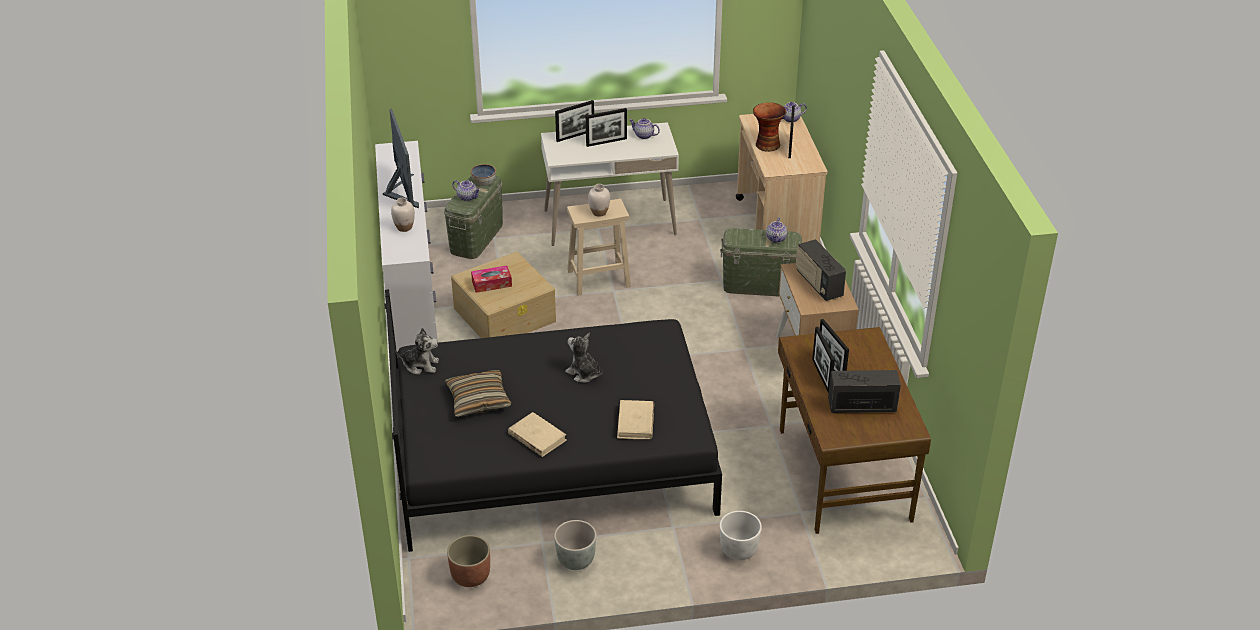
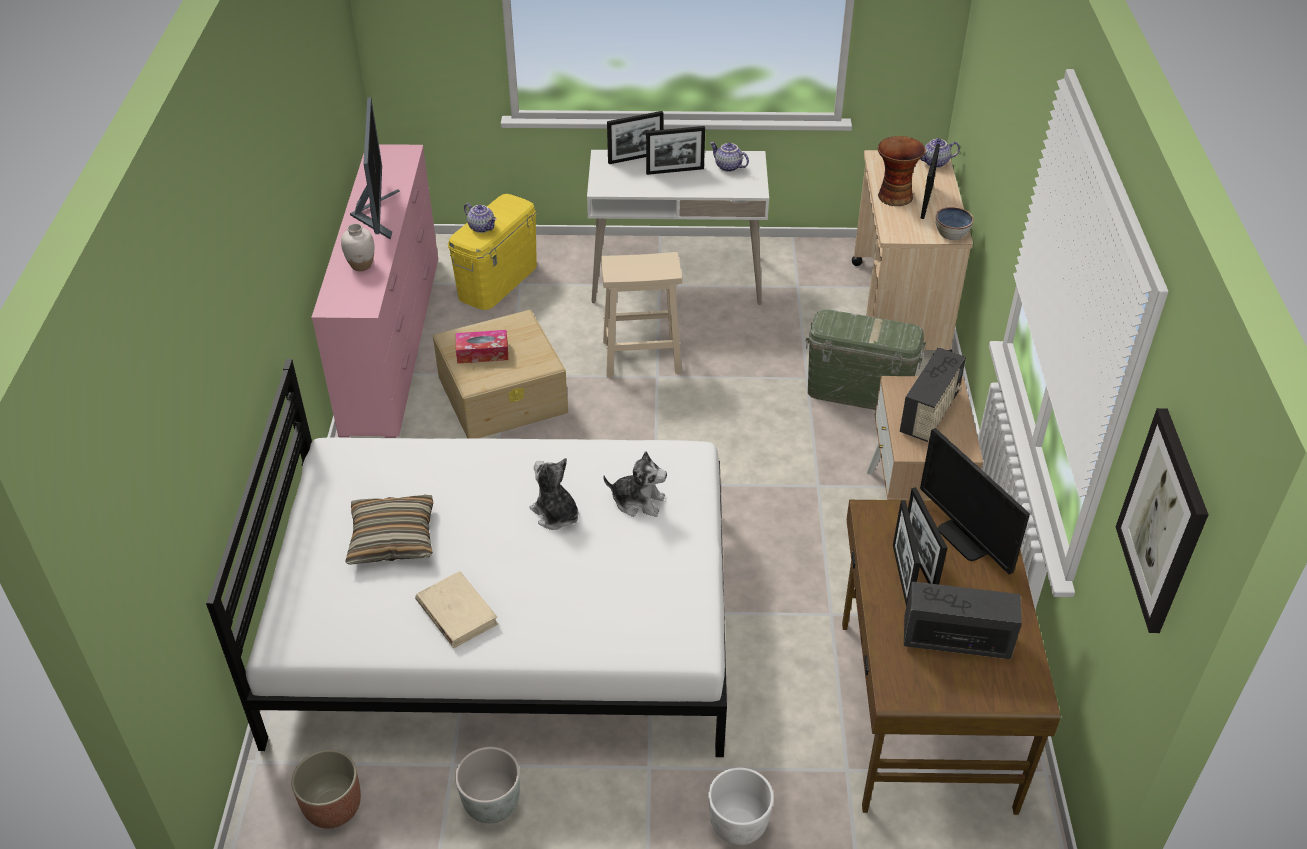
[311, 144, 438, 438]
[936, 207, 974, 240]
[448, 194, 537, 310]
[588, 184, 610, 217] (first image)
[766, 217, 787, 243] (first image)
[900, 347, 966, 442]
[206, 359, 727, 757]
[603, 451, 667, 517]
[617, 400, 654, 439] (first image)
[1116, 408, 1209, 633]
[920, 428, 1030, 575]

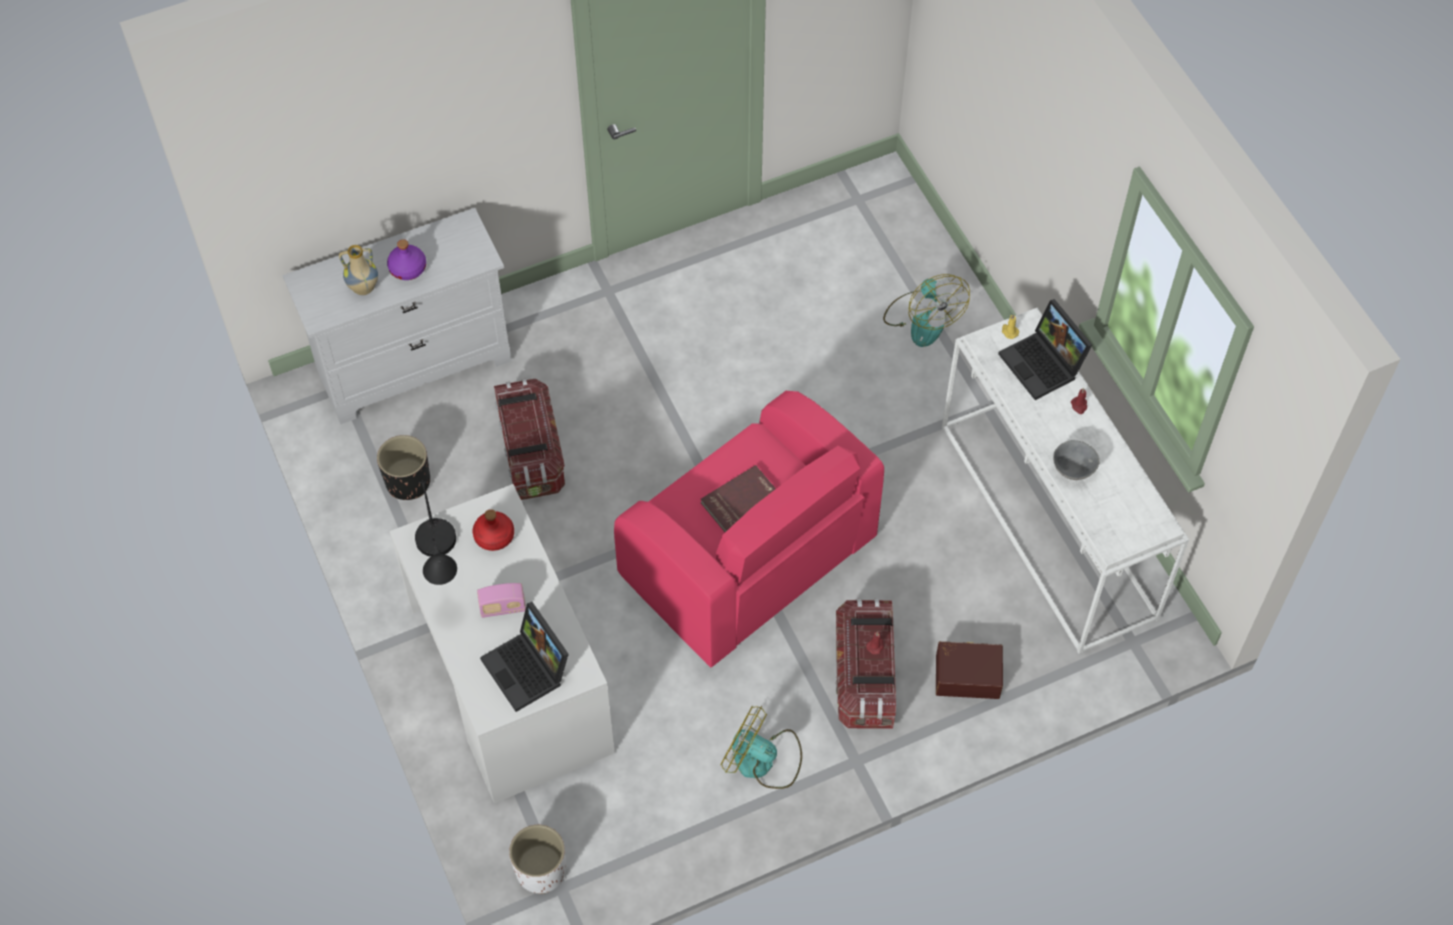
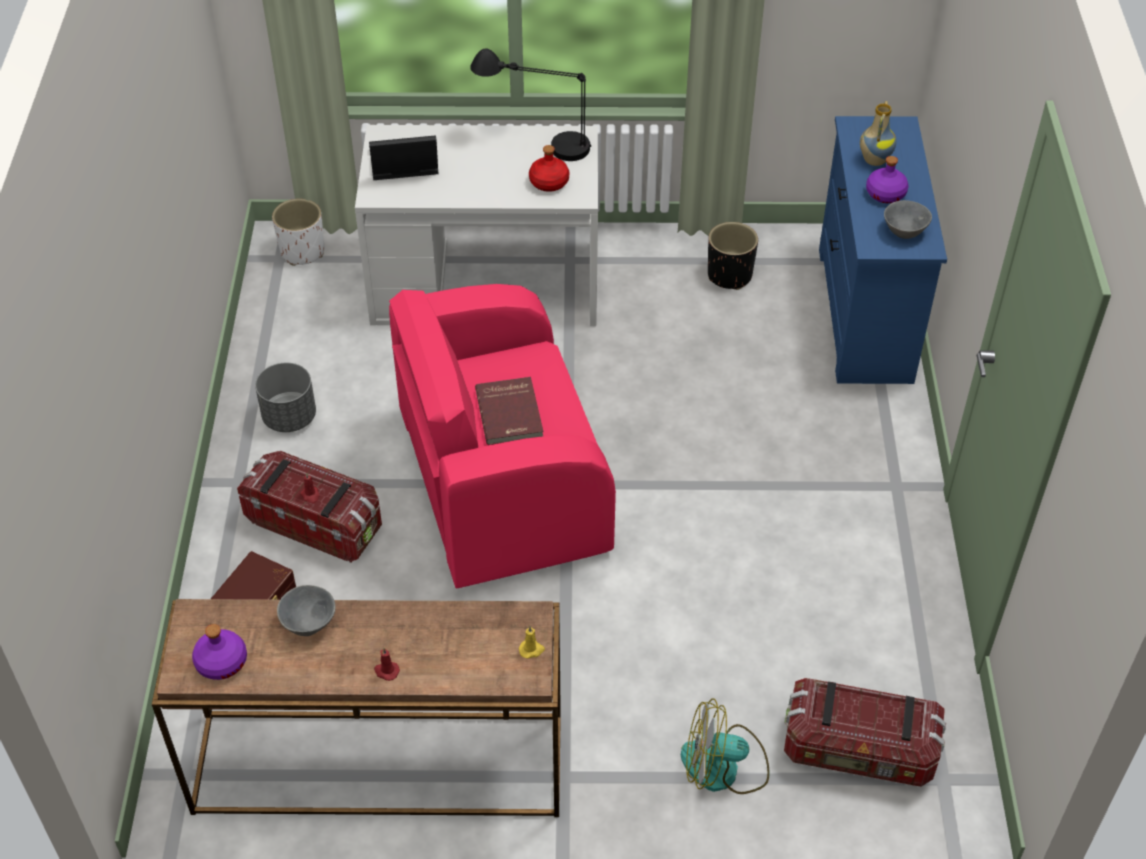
[819, 116, 947, 384]
[998, 299, 1092, 400] (first image)
[152, 599, 561, 817]
[784, 678, 946, 787]
[477, 583, 526, 618] (first image)
[255, 363, 316, 432]
[884, 200, 932, 239]
[192, 624, 247, 680]

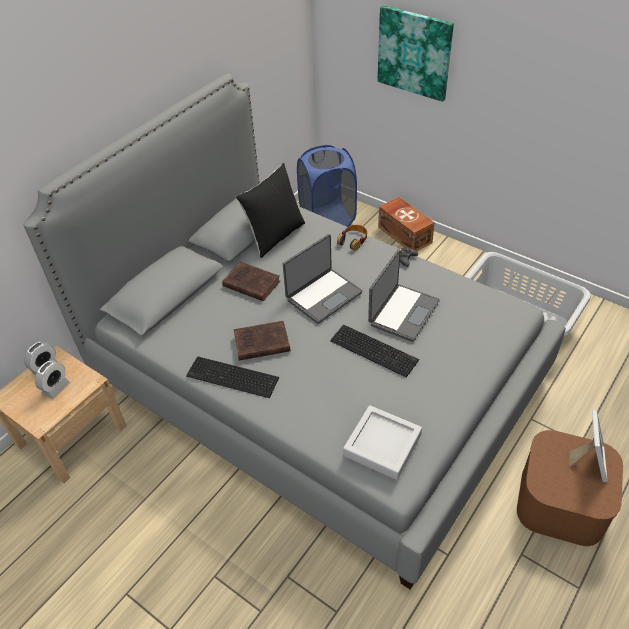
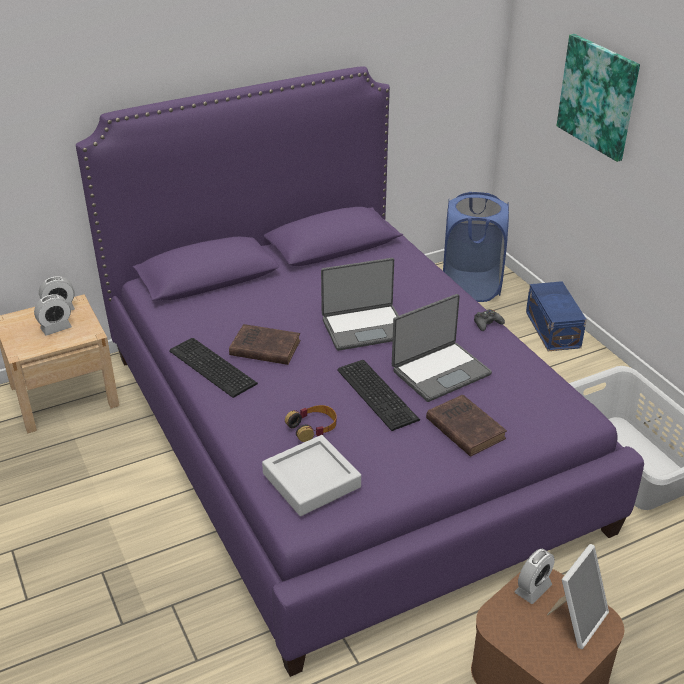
[76, 66, 644, 677]
[236, 163, 305, 258] (first image)
[526, 281, 587, 351]
[285, 405, 337, 442]
[426, 395, 507, 457]
[514, 549, 555, 604]

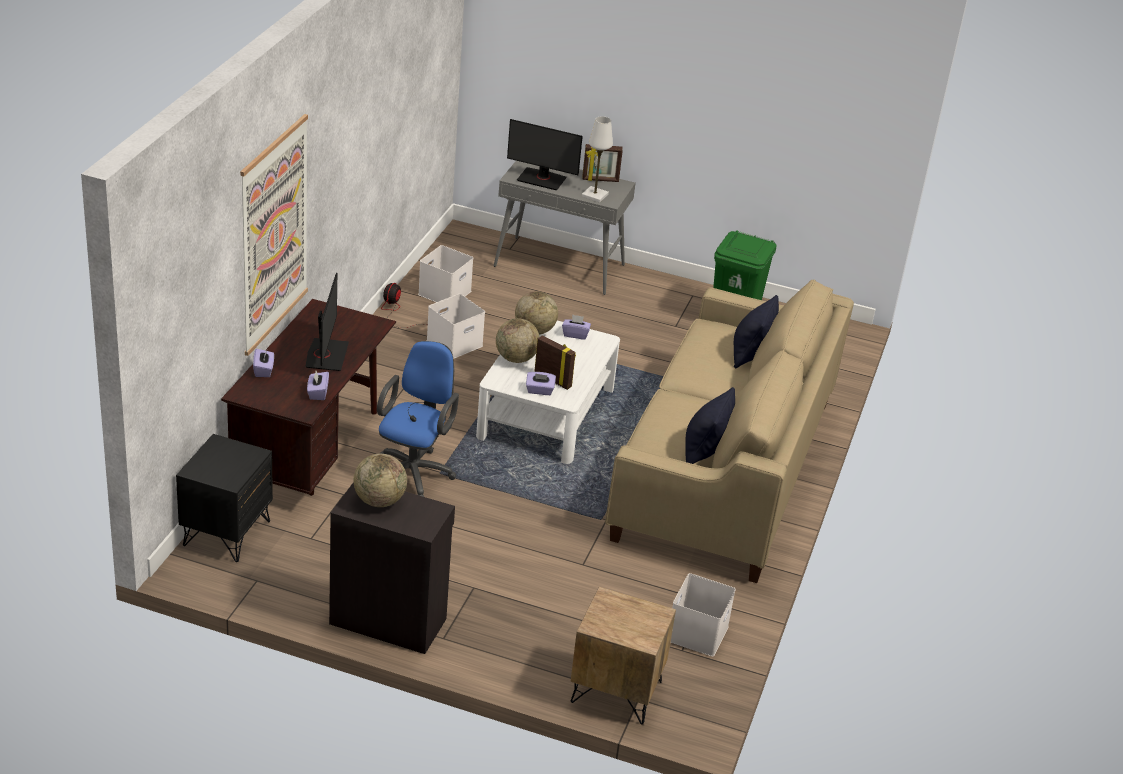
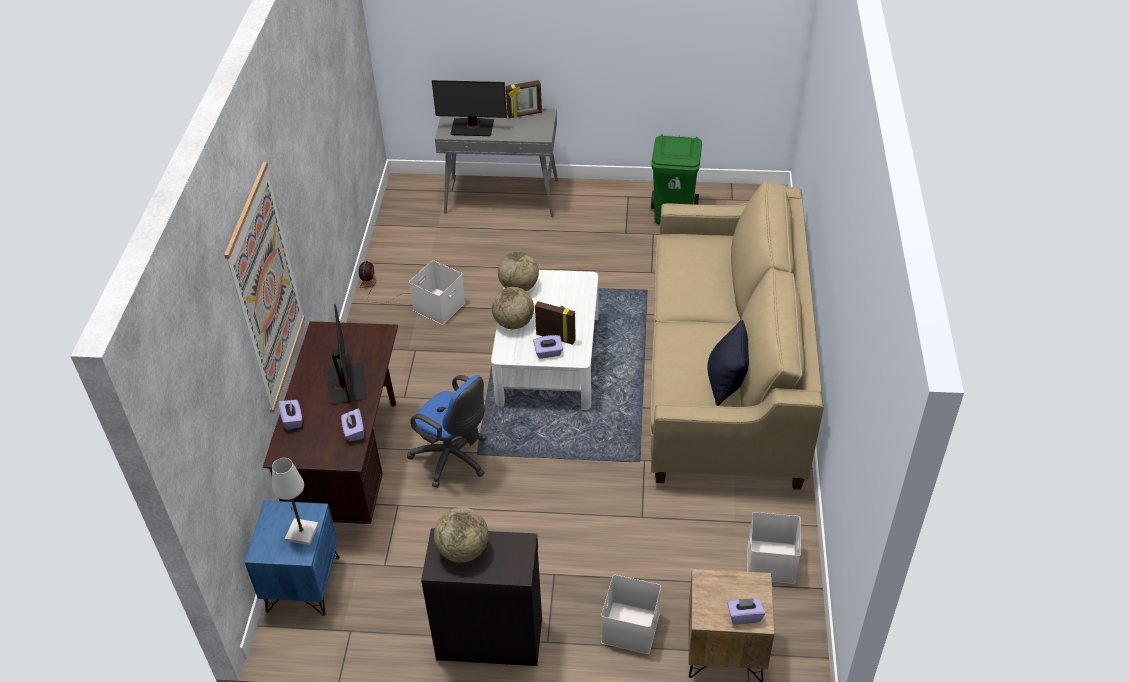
[272, 458, 319, 545]
[601, 575, 661, 654]
[734, 295, 779, 369] (first image)
[727, 598, 765, 625]
[407, 375, 486, 488]
[245, 501, 339, 616]

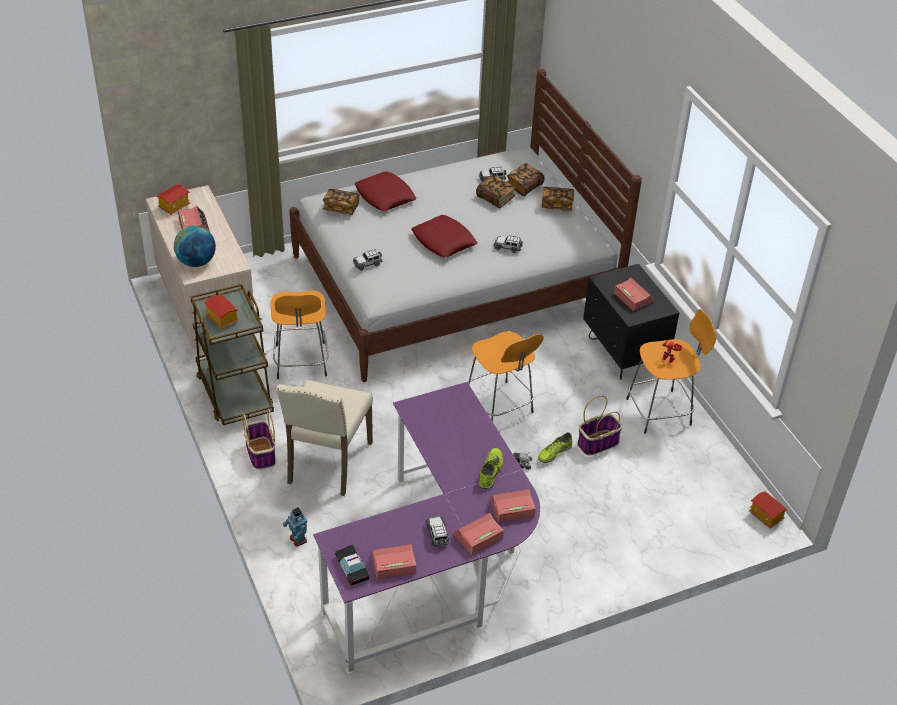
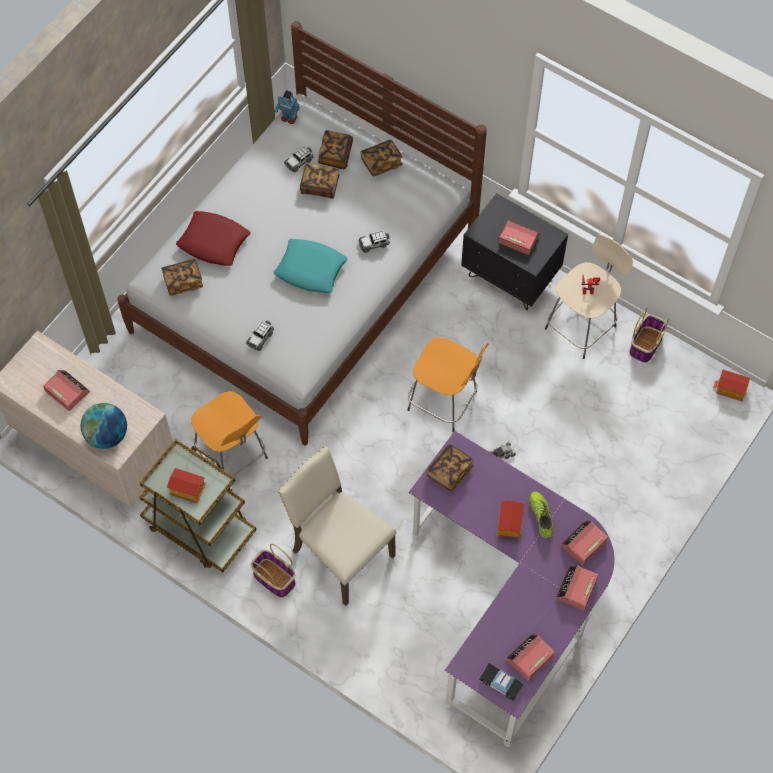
[496, 501, 524, 539]
[273, 239, 348, 293]
[545, 234, 633, 359]
[278, 446, 397, 606]
[629, 307, 669, 363]
[538, 432, 572, 463] (first image)
[275, 90, 299, 124]
[426, 516, 449, 547] (first image)
[426, 444, 474, 491]

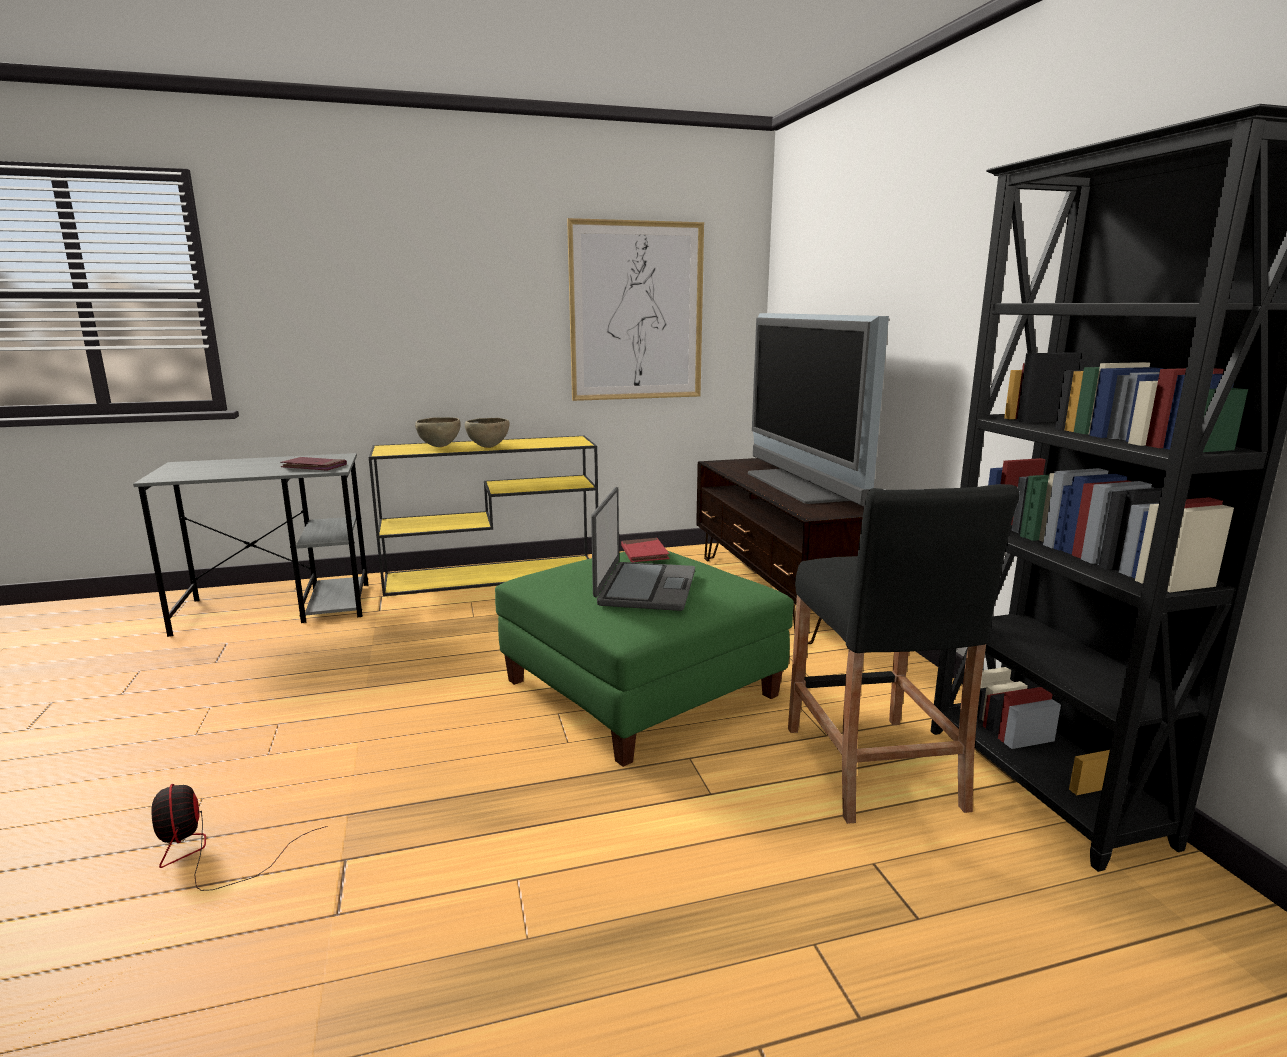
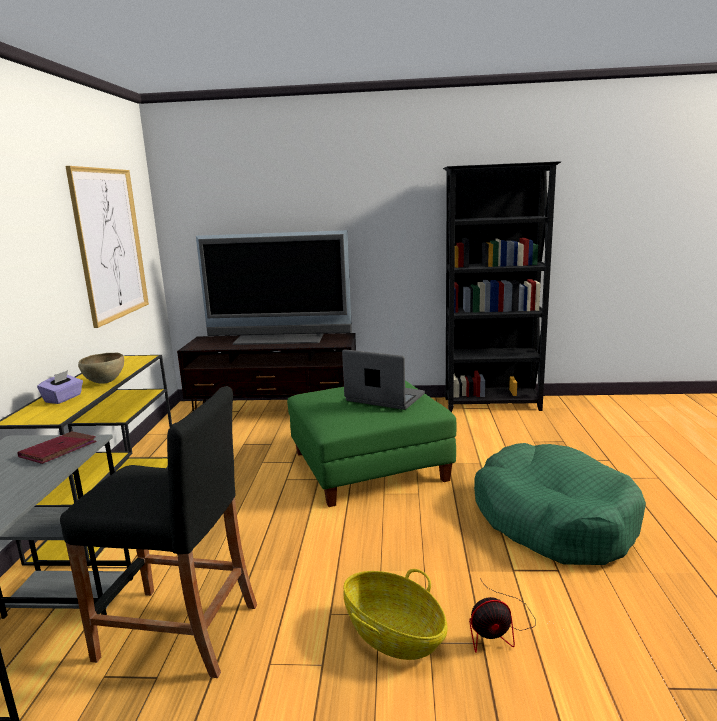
[37, 370, 83, 404]
[60, 386, 257, 678]
[621, 538, 669, 563] (first image)
[474, 443, 646, 565]
[343, 569, 448, 660]

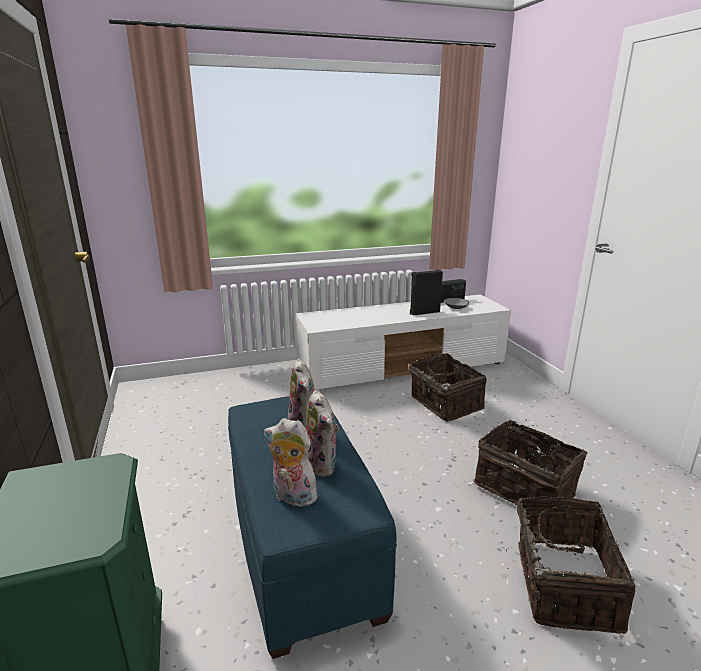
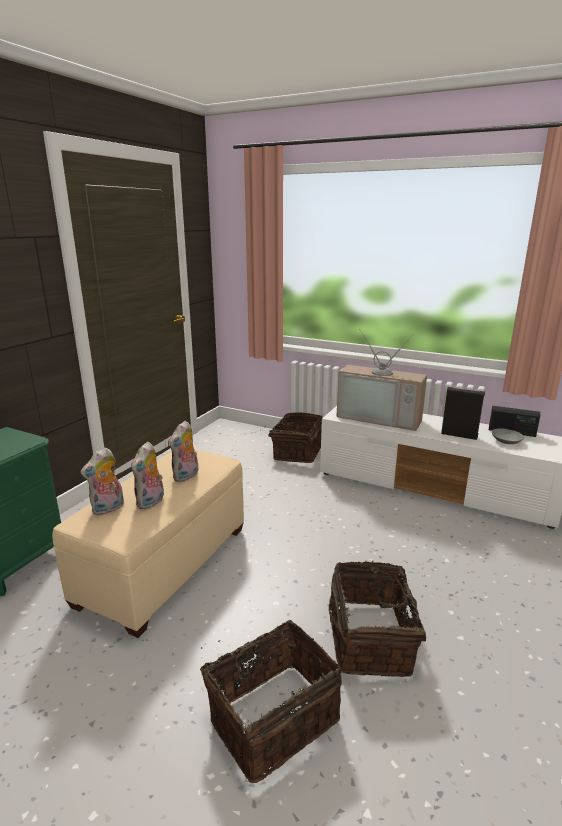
[260, 412, 322, 463]
[52, 450, 244, 638]
[80, 447, 124, 515]
[337, 329, 427, 431]

